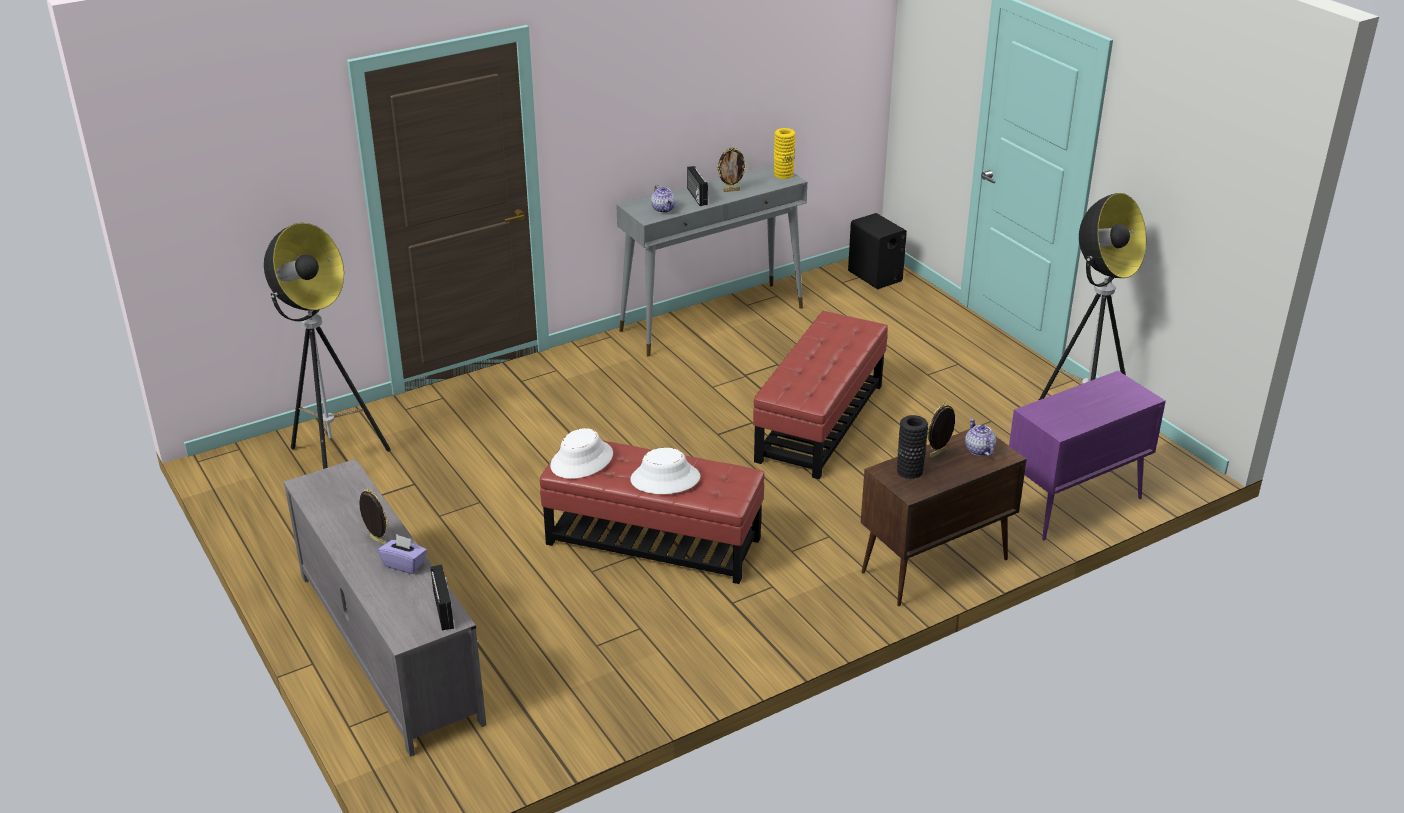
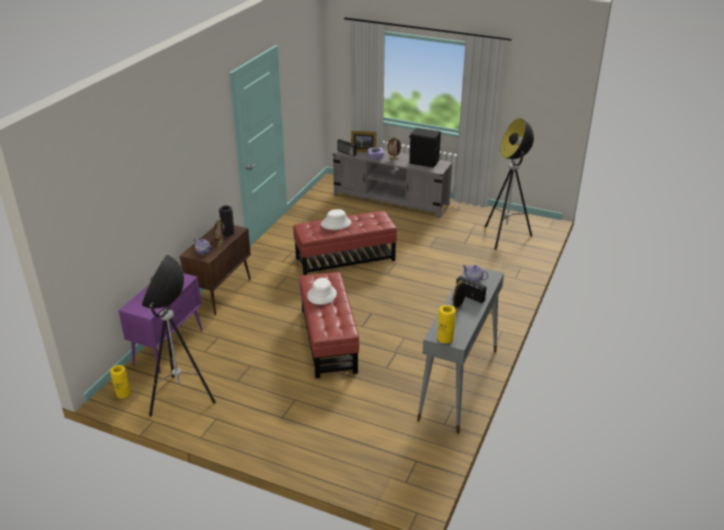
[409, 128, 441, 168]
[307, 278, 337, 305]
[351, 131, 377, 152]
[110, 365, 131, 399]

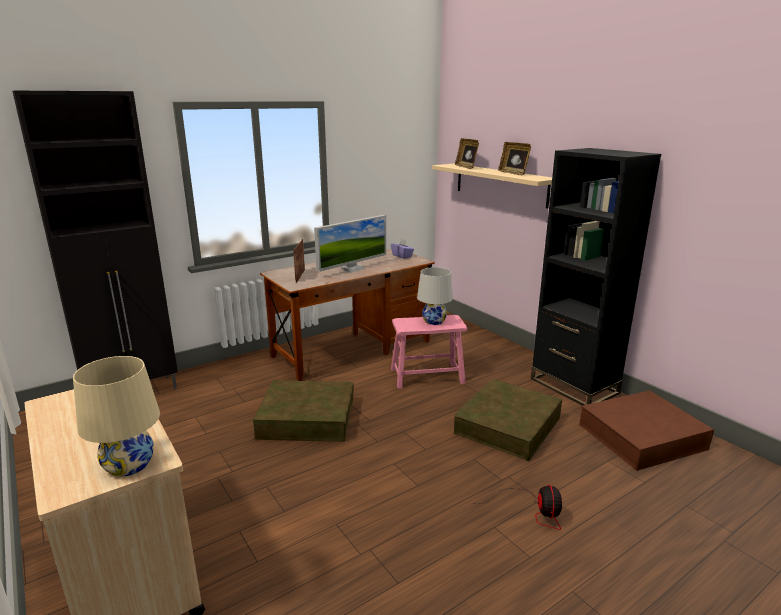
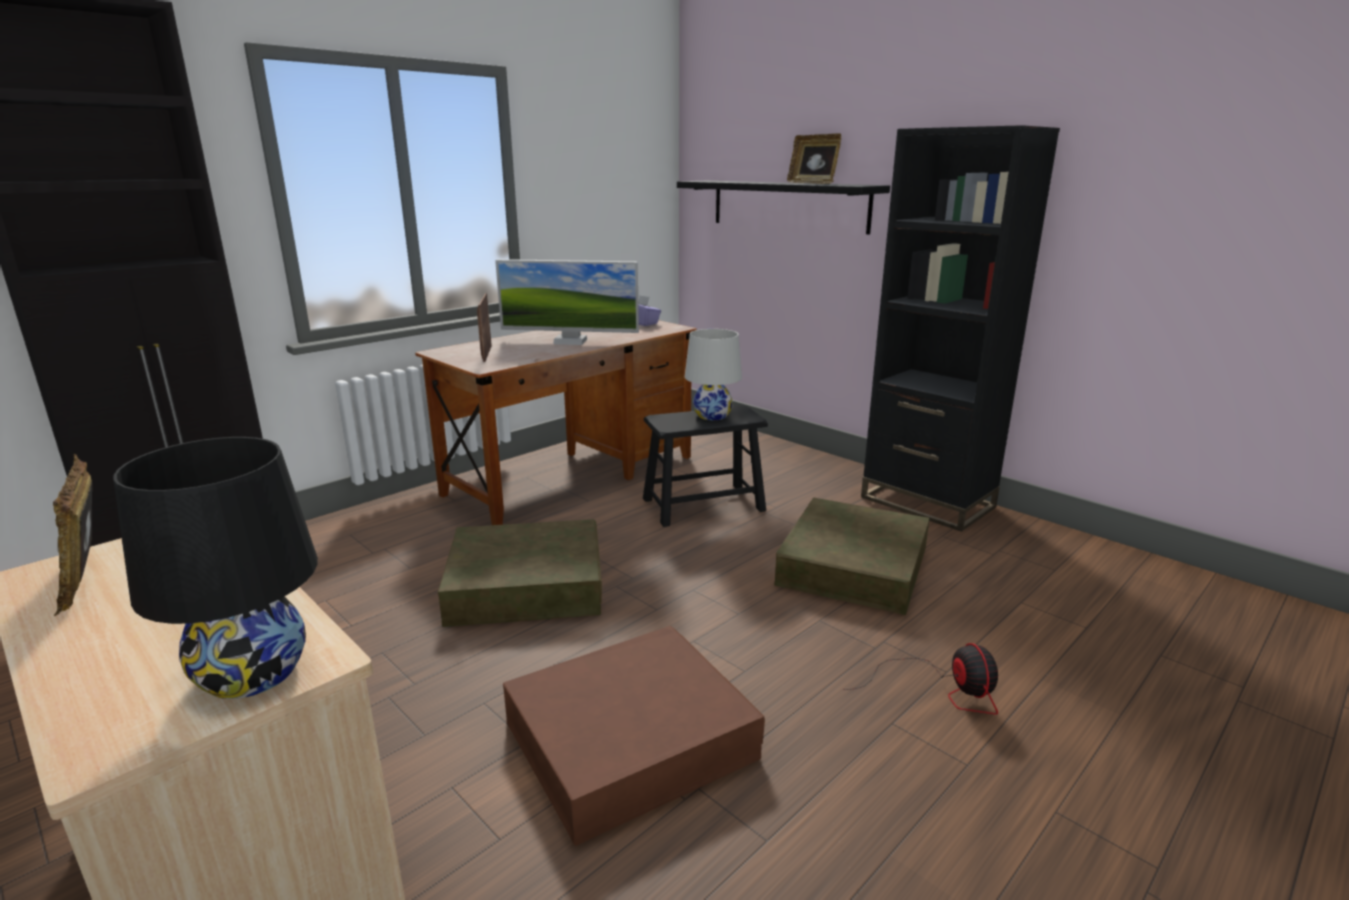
[53, 454, 92, 616]
[677, 181, 890, 234]
[495, 259, 639, 345]
[643, 405, 768, 527]
[113, 437, 318, 699]
[503, 626, 765, 846]

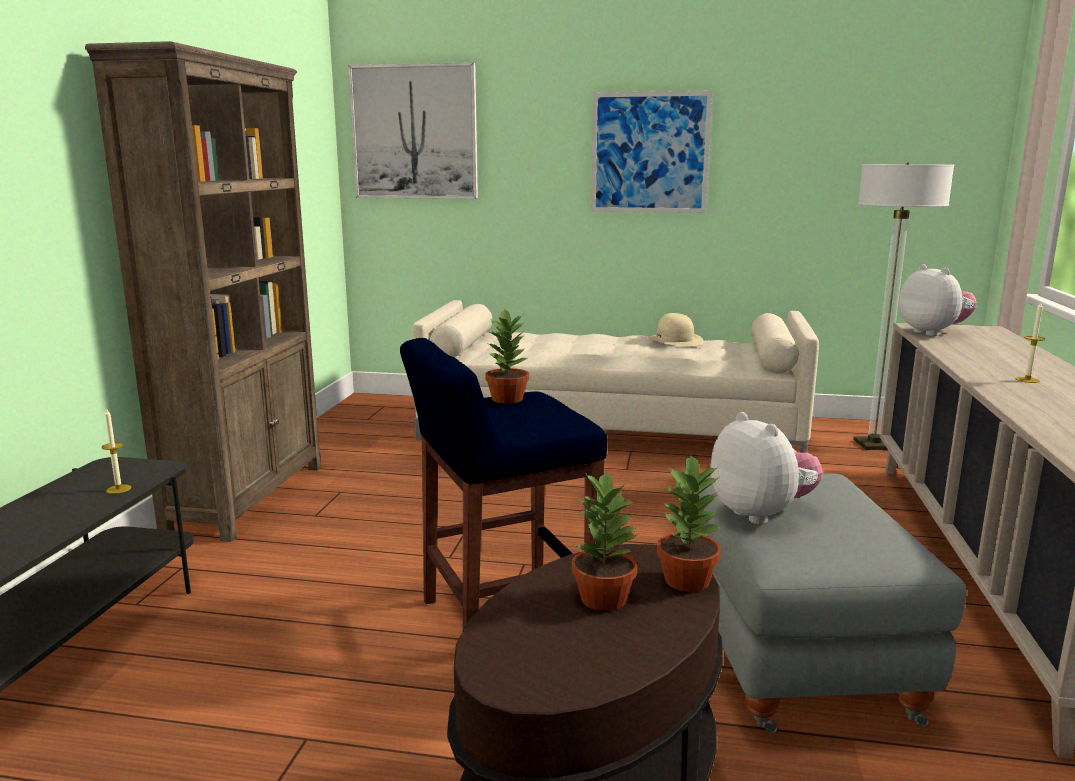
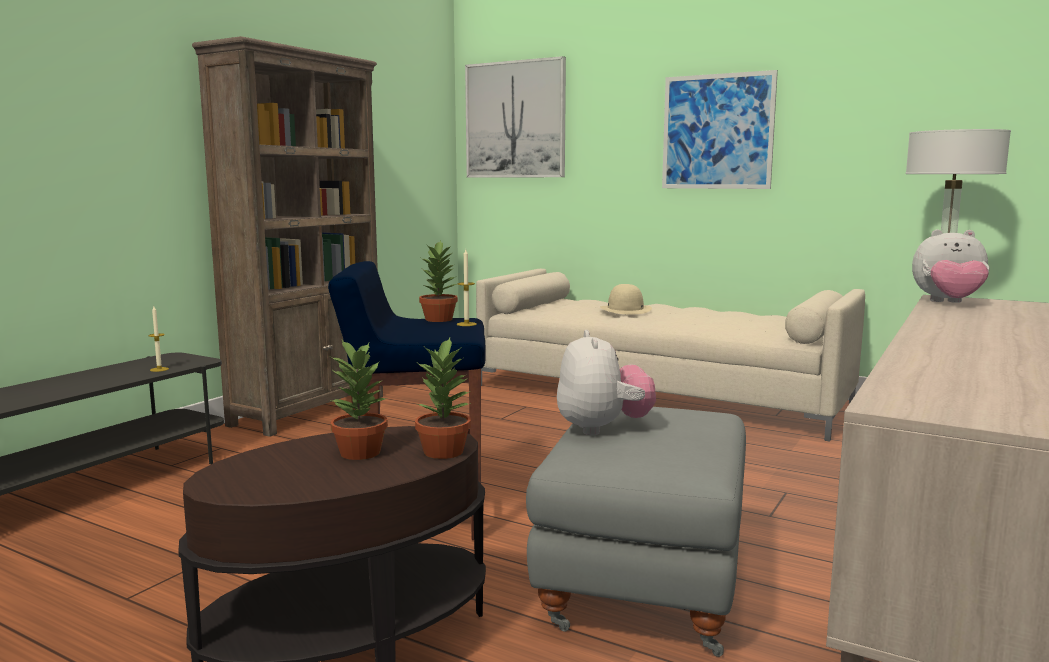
[912, 229, 990, 303]
[457, 250, 477, 326]
[600, 284, 652, 314]

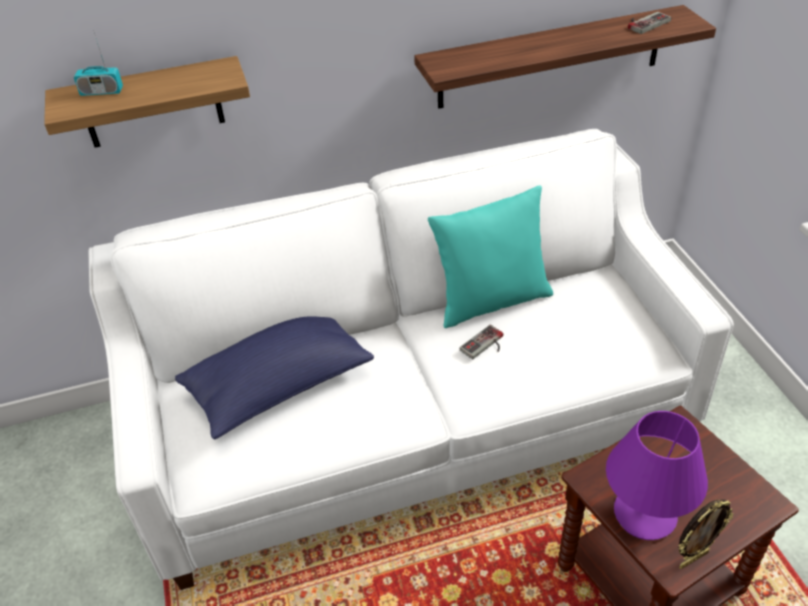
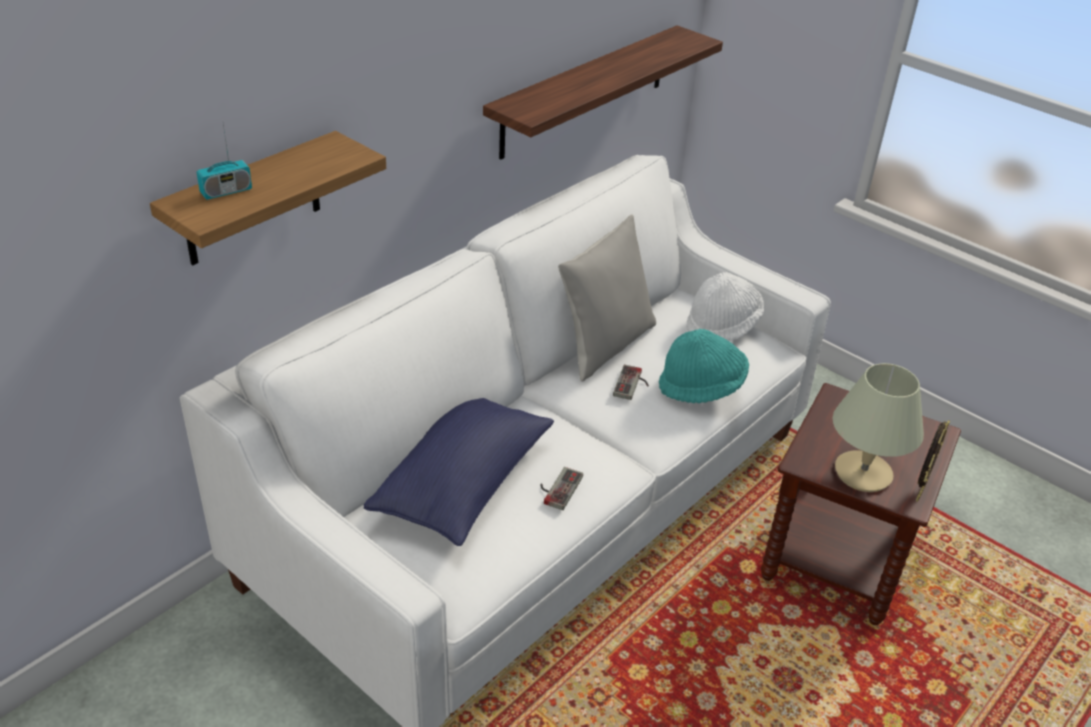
[540, 467, 583, 510]
[558, 214, 656, 382]
[833, 363, 924, 492]
[687, 272, 764, 341]
[659, 329, 749, 403]

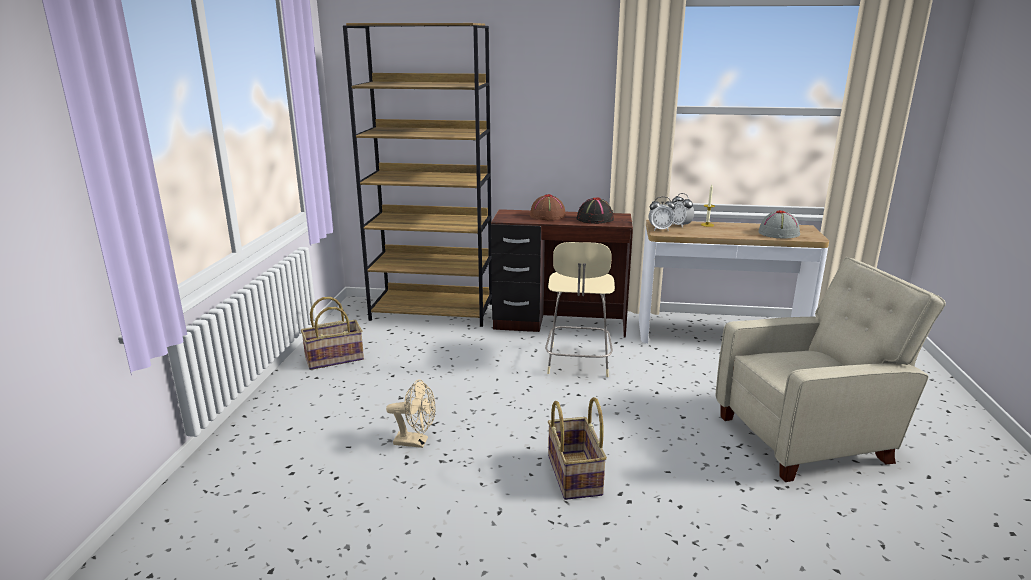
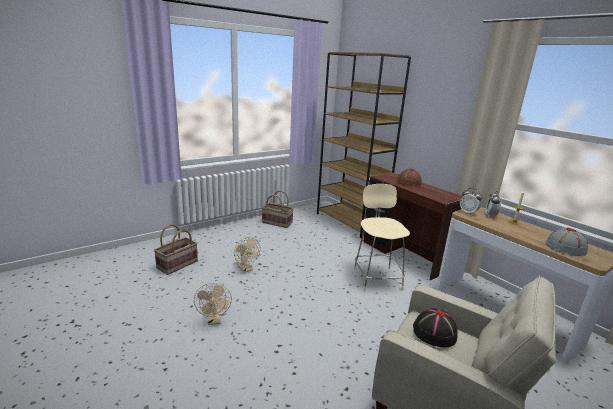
[413, 308, 458, 347]
[354, 184, 410, 291]
[154, 224, 198, 275]
[194, 283, 232, 325]

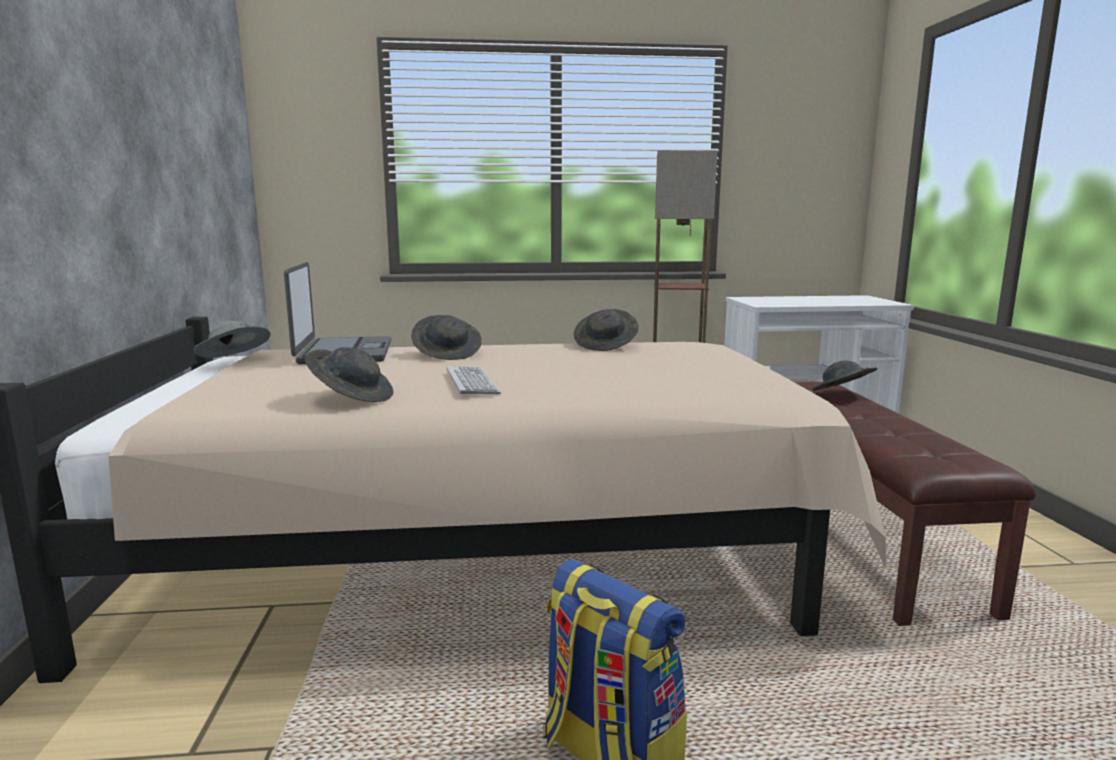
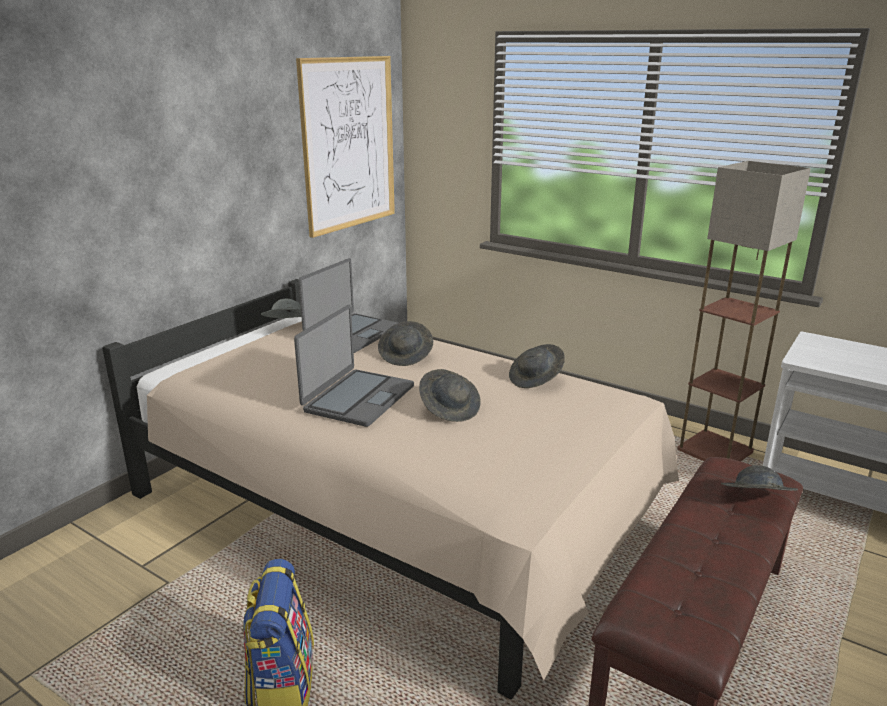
[419, 369, 481, 422]
[294, 305, 414, 427]
[296, 56, 395, 238]

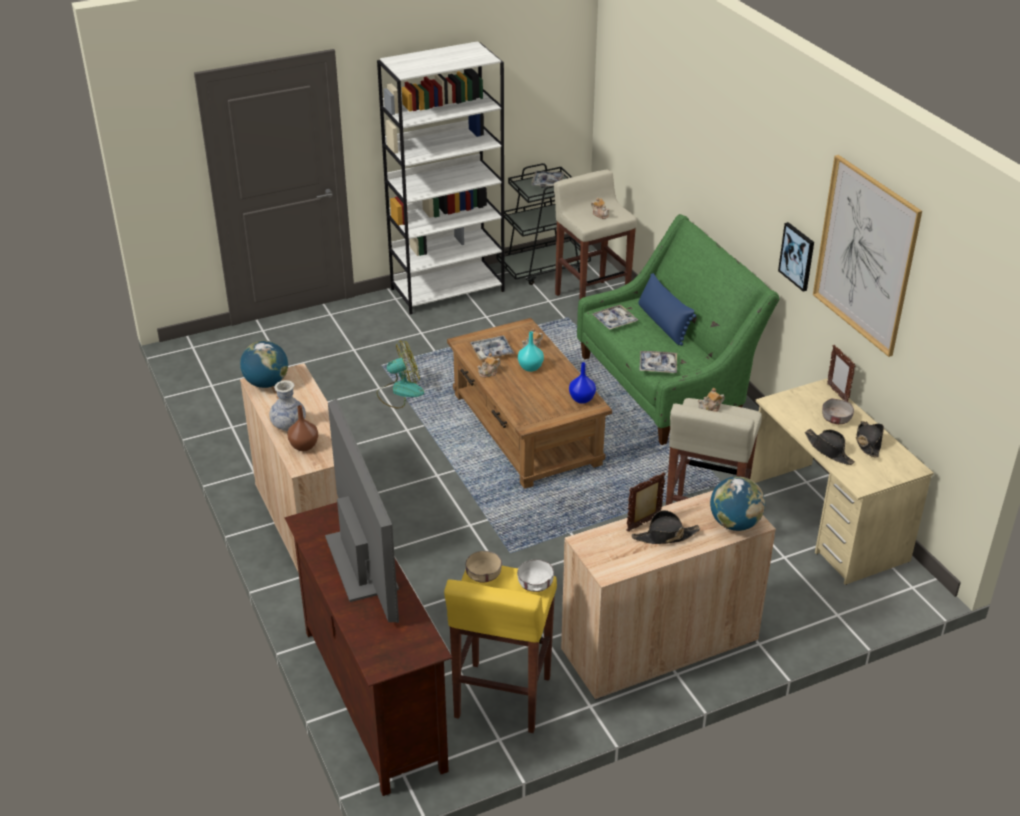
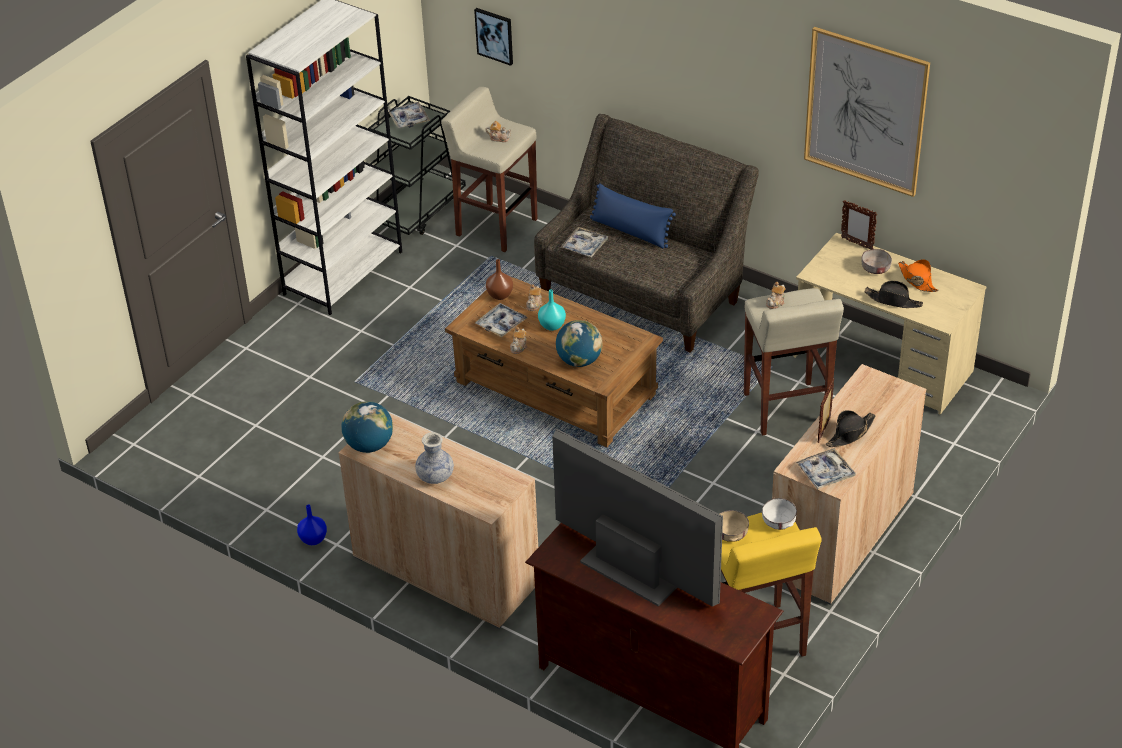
[534, 114, 759, 353]
[474, 8, 513, 66]
[376, 340, 424, 408] (first image)
[796, 448, 856, 489]
[297, 504, 327, 545]
[486, 259, 513, 300]
[898, 259, 938, 292]
[556, 320, 603, 367]

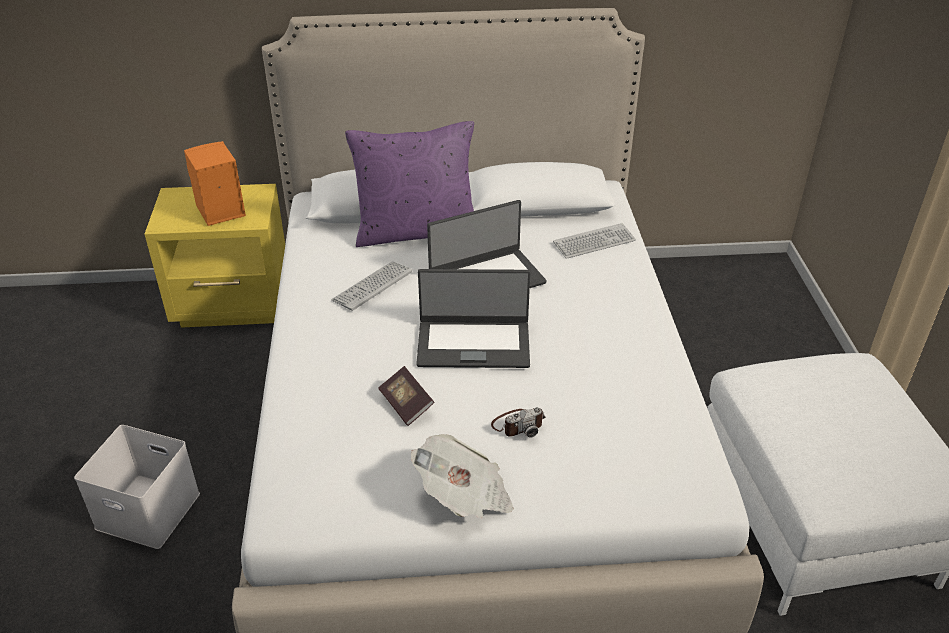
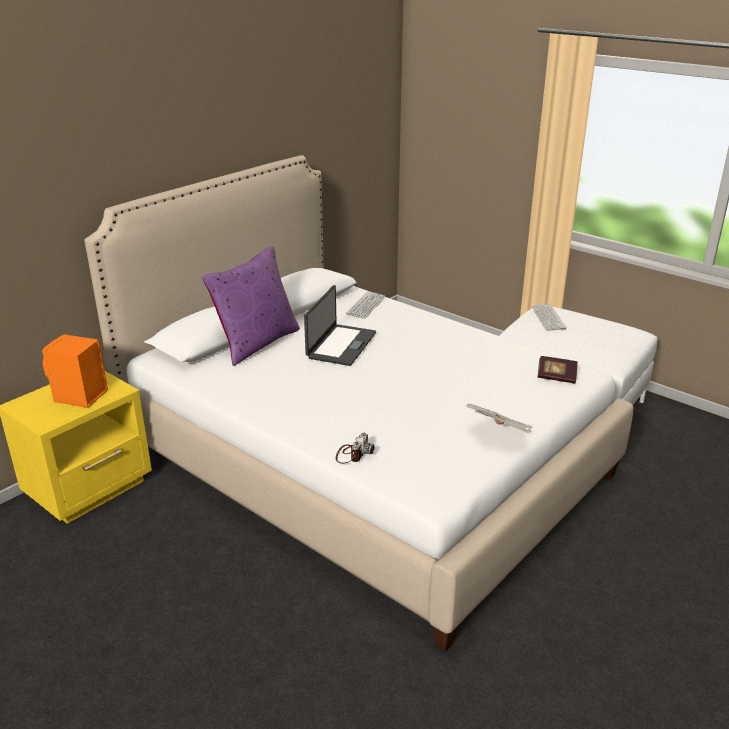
[531, 304, 566, 331]
[416, 269, 530, 368] (first image)
[538, 356, 578, 383]
[336, 432, 375, 464]
[74, 425, 200, 549] (first image)

